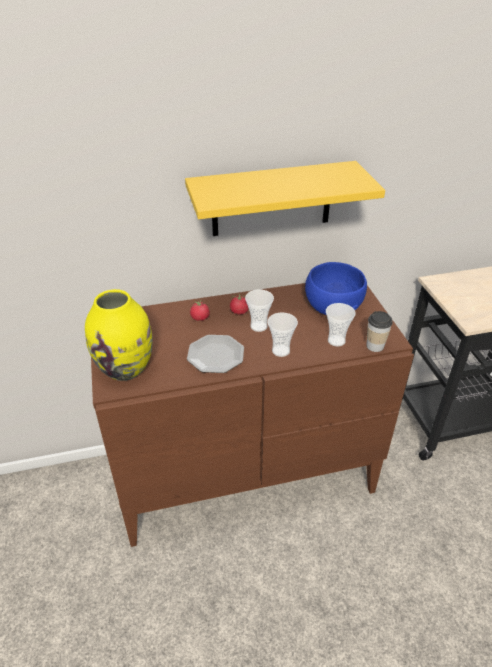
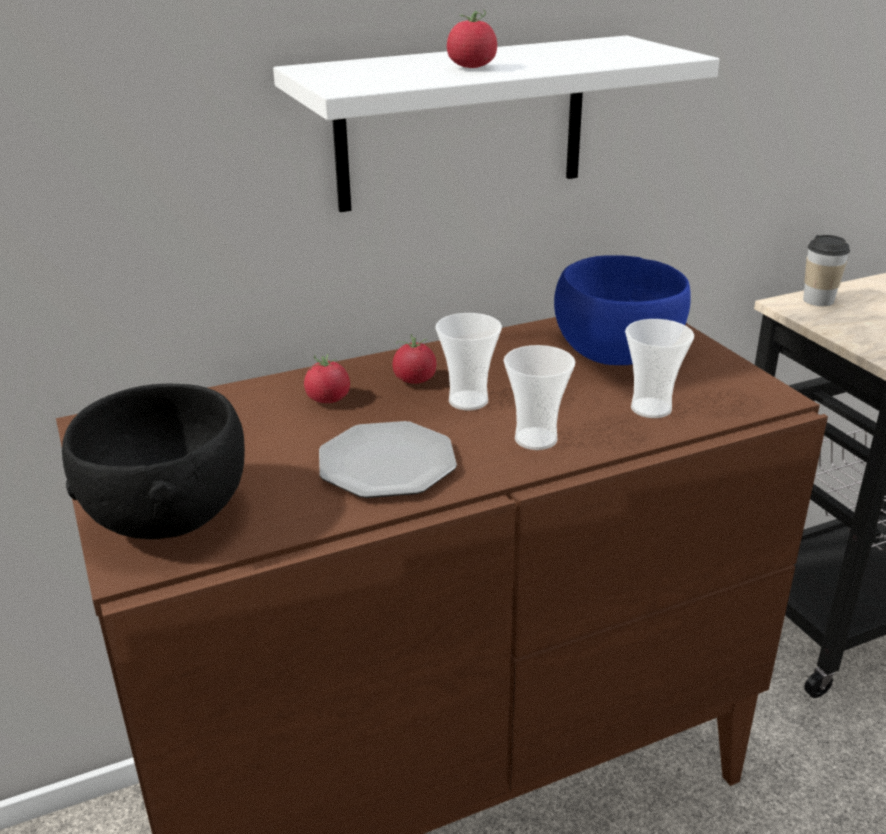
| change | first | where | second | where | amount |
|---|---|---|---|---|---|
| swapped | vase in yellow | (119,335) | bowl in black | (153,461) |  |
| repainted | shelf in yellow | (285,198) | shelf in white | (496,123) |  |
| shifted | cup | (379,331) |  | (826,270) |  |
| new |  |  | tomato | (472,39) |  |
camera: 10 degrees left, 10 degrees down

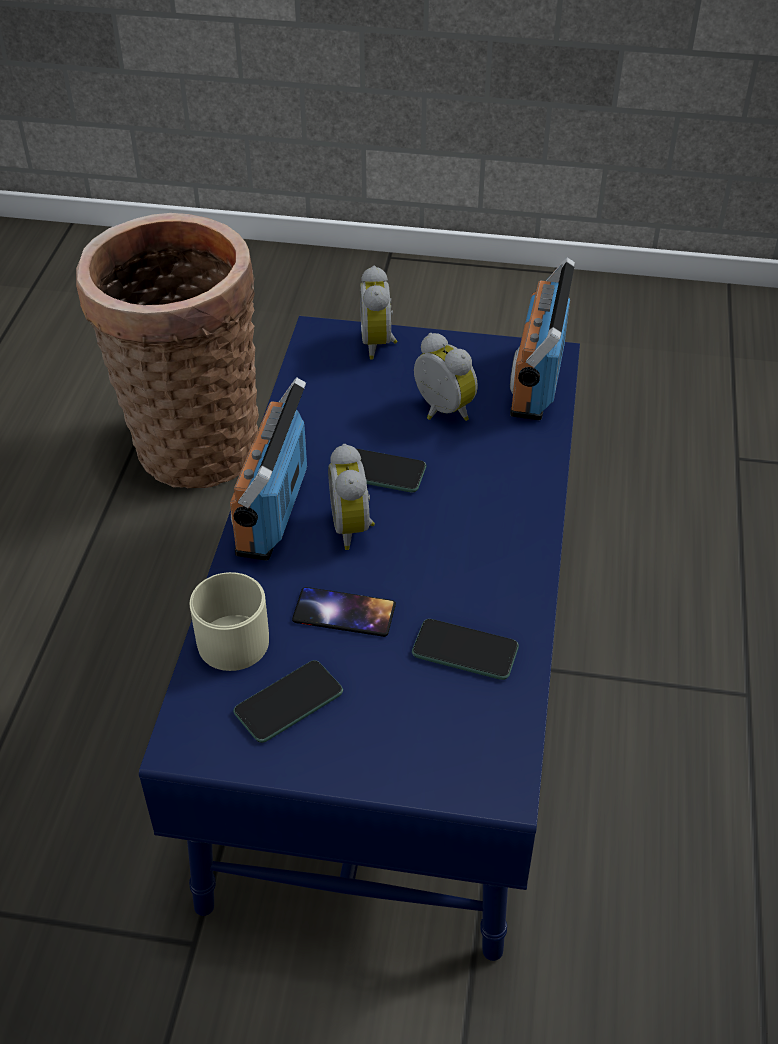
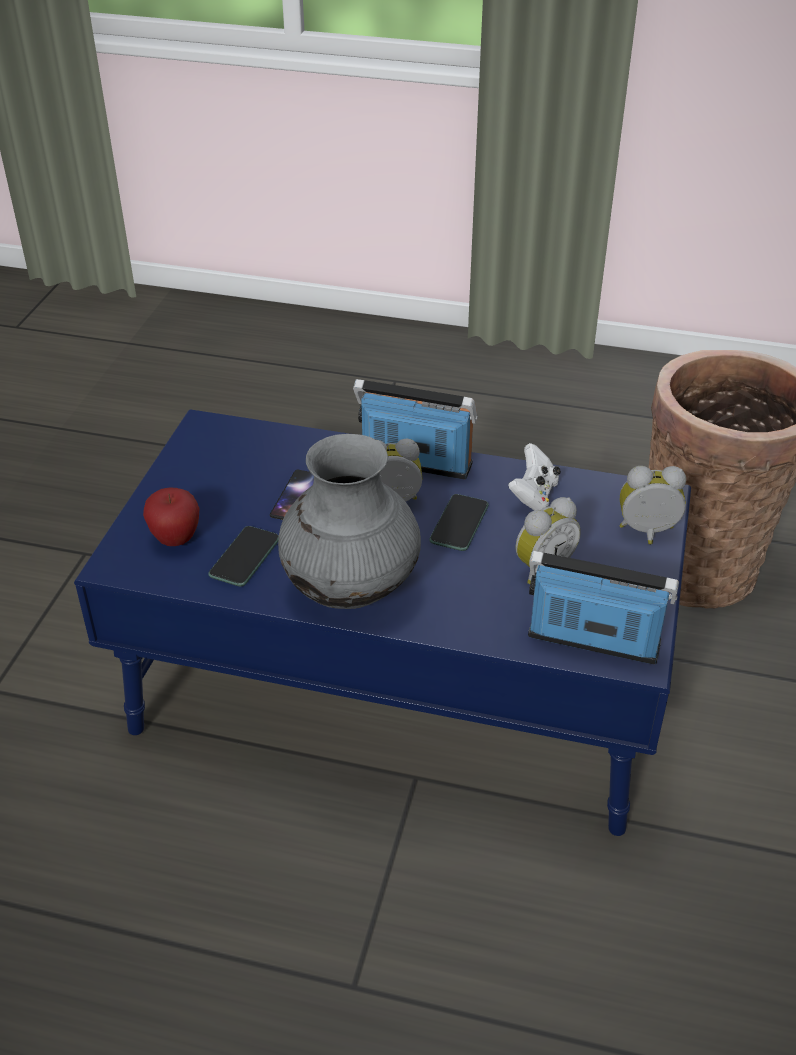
| change | first | where | second | where | amount |
|---|---|---|---|---|---|
| gone | mug in beige | (229,621) |  |  |  |
| gone | phone | (288,701) |  |  |  |
| new |  |  | apple | (171,517) |  |
| new |  |  | vase in grey | (349,521) |  |
| new |  |  | game controller in white | (534,476) |  |
camera: 95 degrees right, 5 degrees down

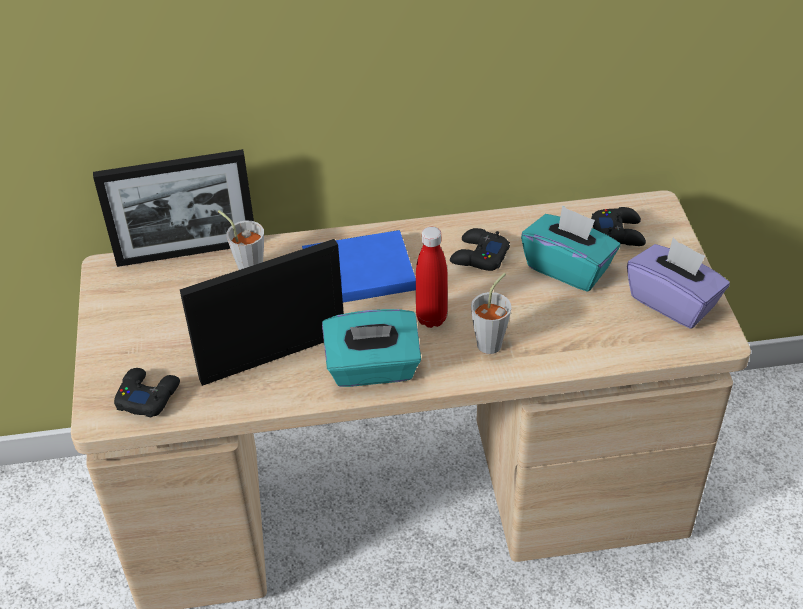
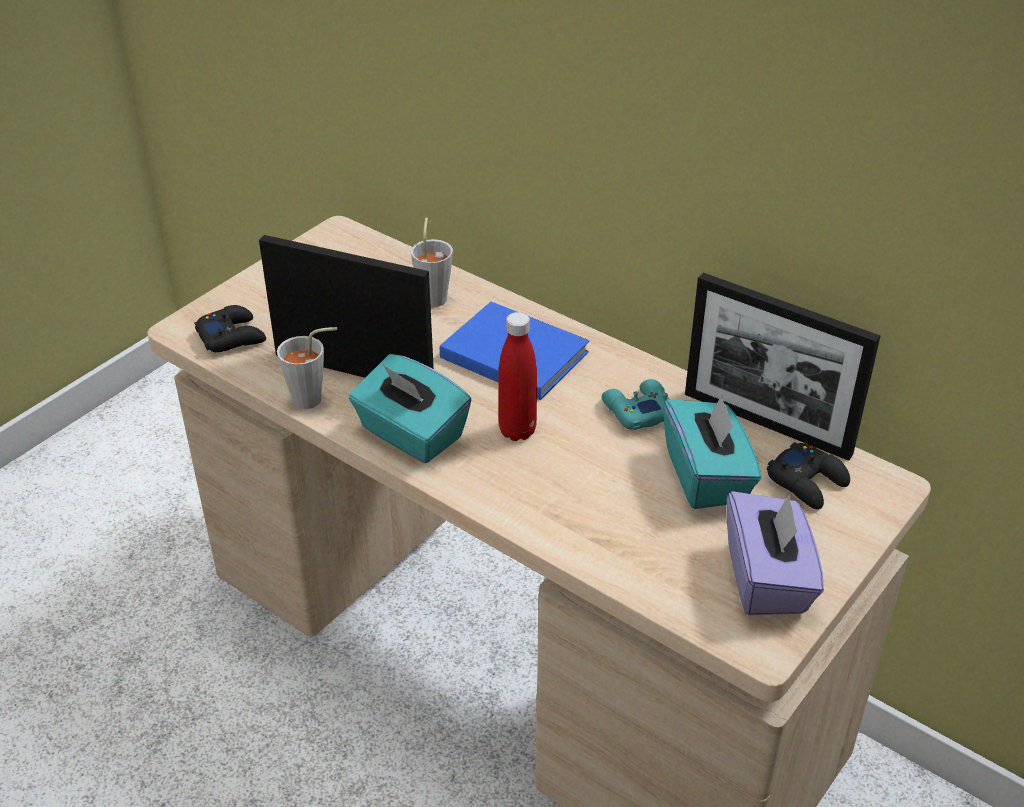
| change | first | where | second | where | amount |
|---|---|---|---|---|---|
| shifted | picture frame | (173,208) |  | (782,367) |  |
| repainted | game controller in black | (480,249) | game controller in turquoise | (635,404) |  |
| shifted | cup in grey | (491,313) |  | (307,368) |  |
camera: 45 degrees right, 5 degrees down

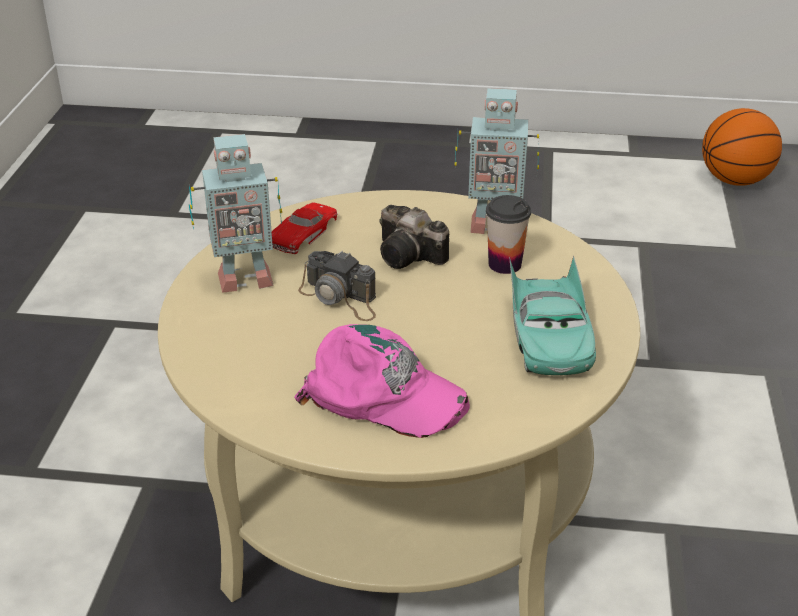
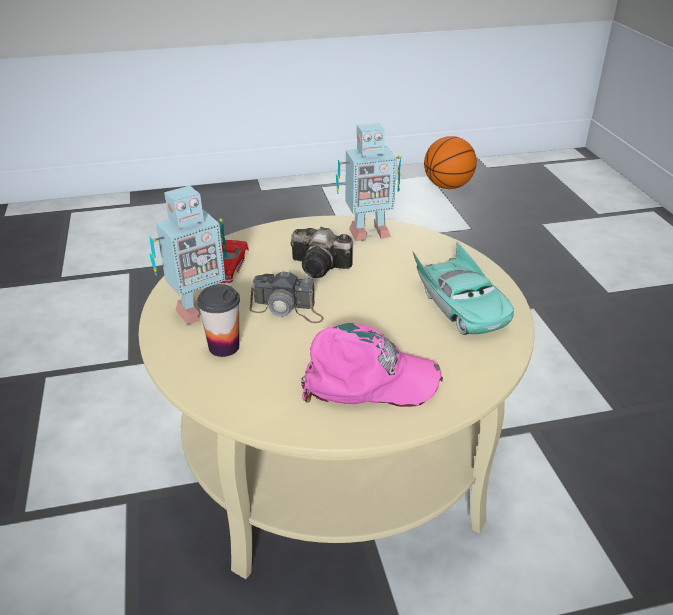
| change | first | where | second | where | amount |
|---|---|---|---|---|---|
| shifted | cup | (508,234) |  | (218,320) |  |
camera: 20 degrees left, 0 degrees up

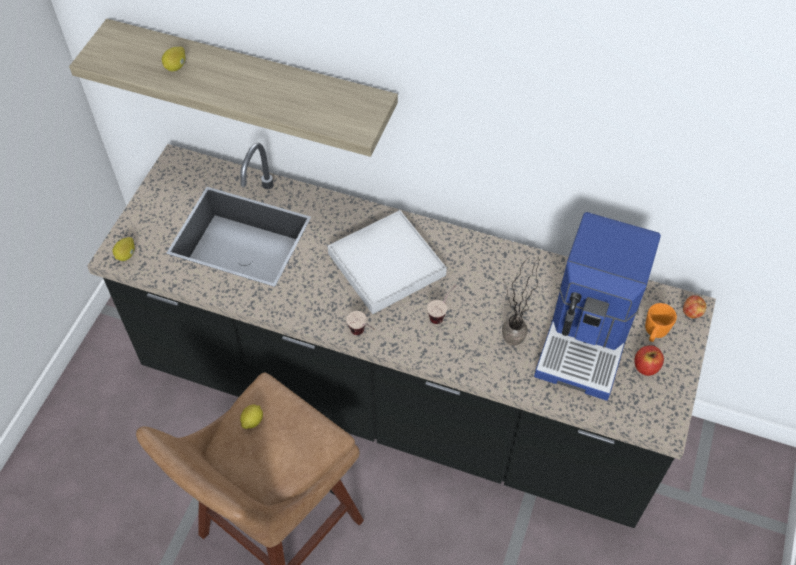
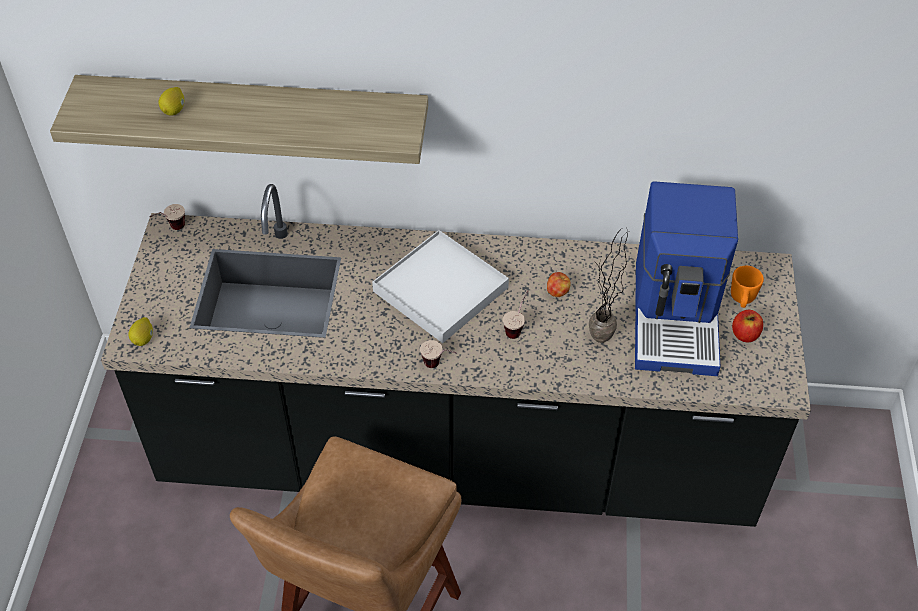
| change | first | where | second | where | amount |
|---|---|---|---|---|---|
| gone | lemon | (251,416) |  |  |  |
| shifted | apple | (694,306) |  | (559,284) |  |
| new |  |  | cup | (167,217) |  |
camera: 15 degrees left, 5 degrees down

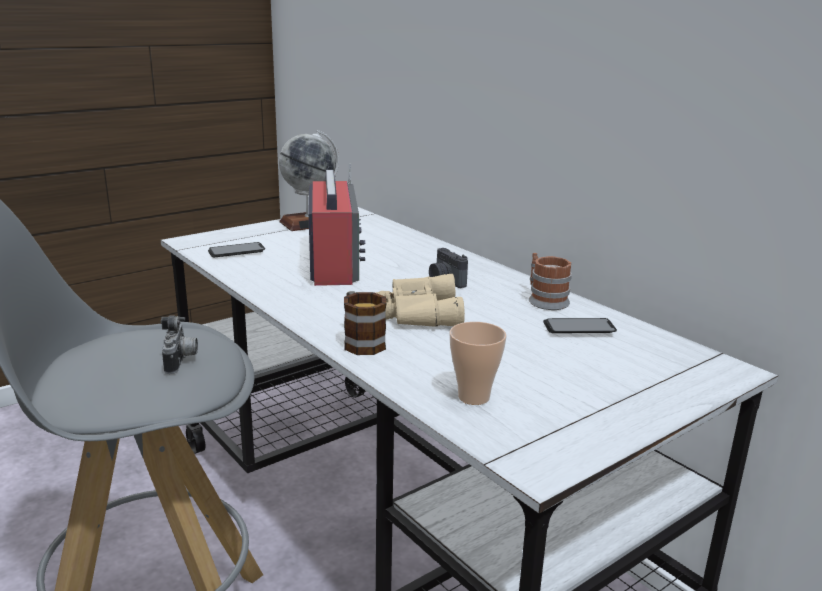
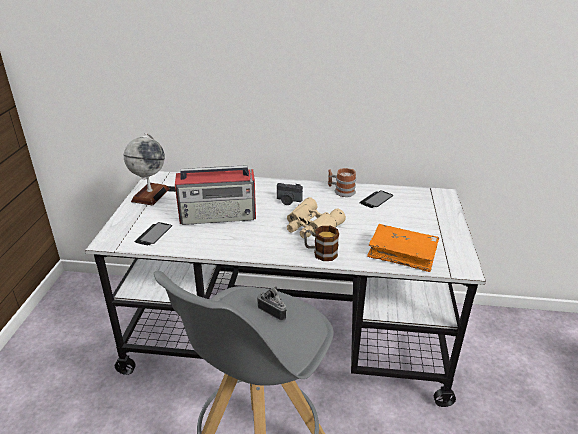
| change | first | where | second | where | amount |
|---|---|---|---|---|---|
| rotated | radio | (336,225) |  | (215,195) | 135 degrees clockwise |
| swapped | cup | (478,363) | book in orange | (403,248) |  |
camera: 45 degrees left, 10 degrees up

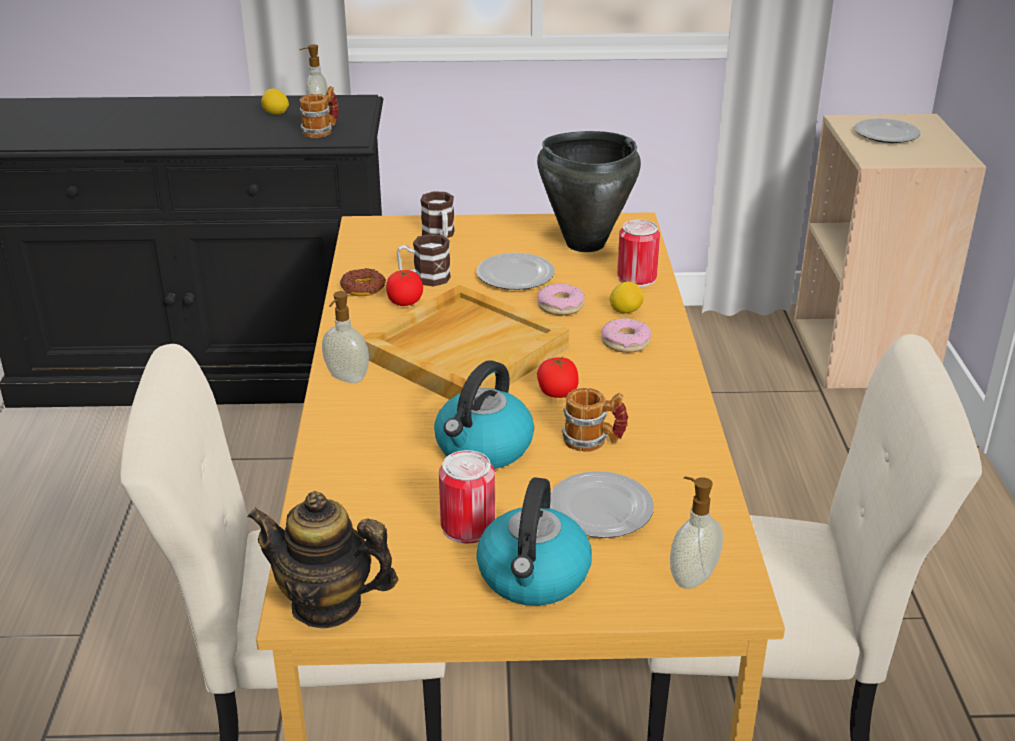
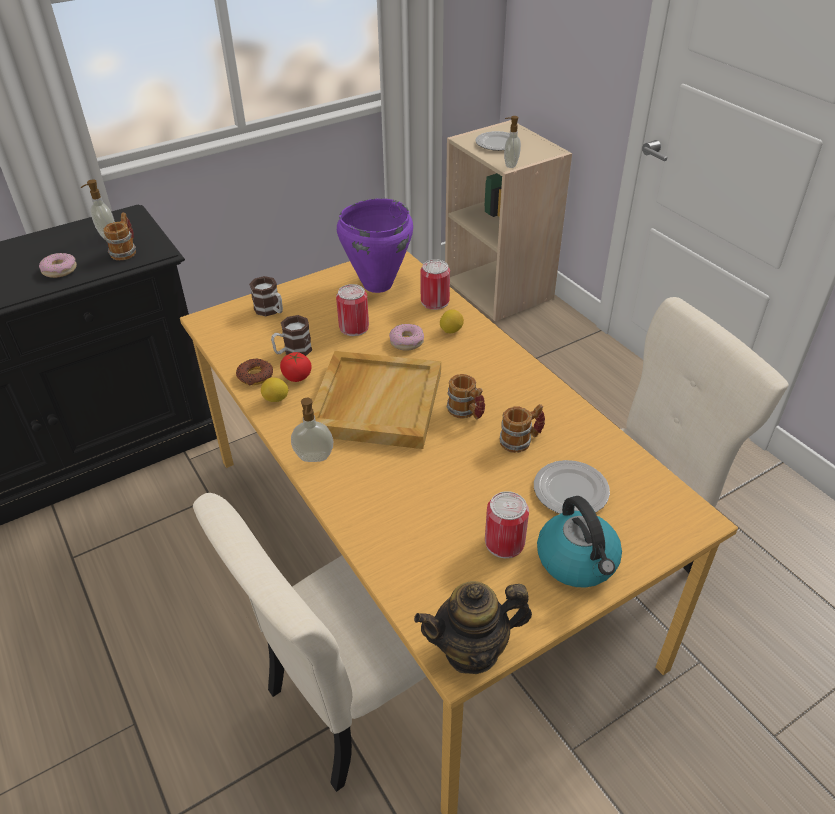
| change | first | where | second | where | amount |
|---|---|---|---|---|---|
| shifted | lemon | (275,102) |  | (275,389) |  |
| gone | kettle | (484,414) |  |  |  |
| swapped | plate | (515,271) | can | (352,310) |  |
| repainted | cooking pot in black | (589,191) | cooking pot in purple | (375,245) |  |
| swapped | tomato | (558,377) | mug | (466,396) |  |
| shifted | donut | (626,335) |  | (58,265) |  |
| shifted | soap dispenser | (696,532) |  | (512,142) |  |
camera: 30 degrees left, 10 degrees up

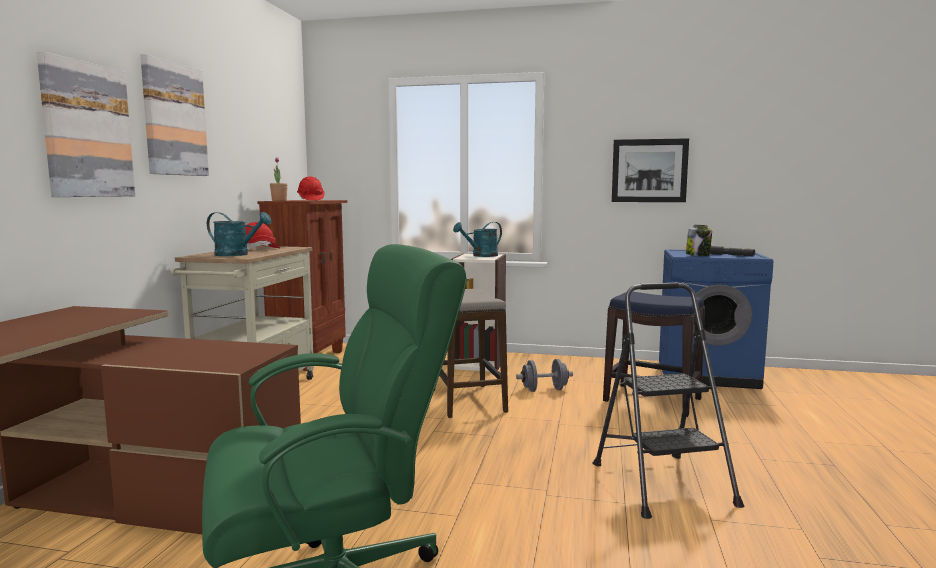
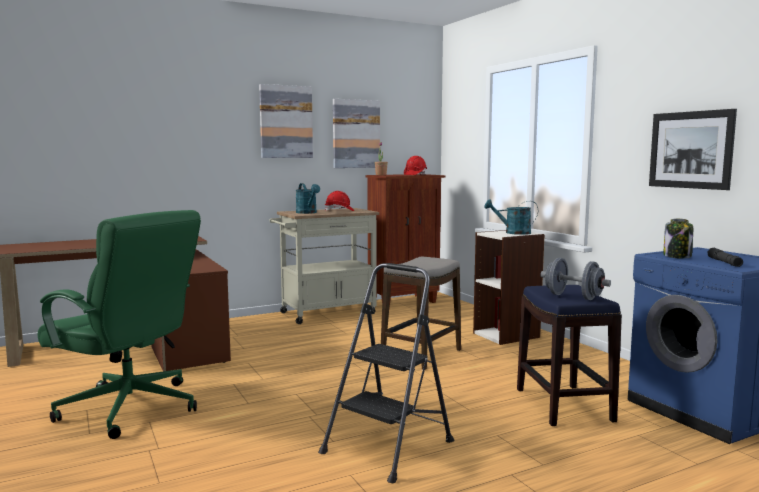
| change | first | where | second | where | amount |
|---|---|---|---|---|---|
| shifted | picture | (86,124) |  | (356,133) |  |
| shifted | dumbbell in grey | (544,375) |  | (575,279) |  |
camera: 50 degrees right, 0 degrees up

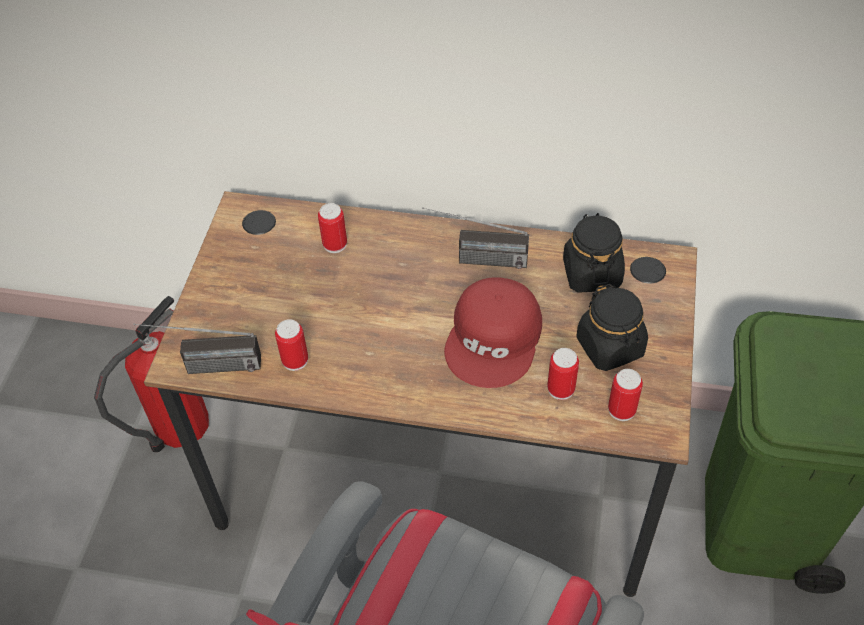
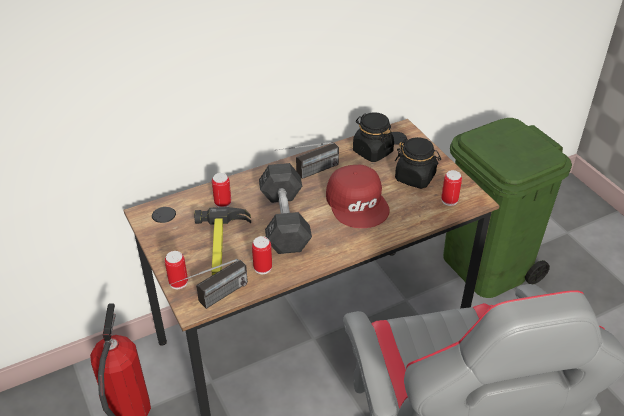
| change | first | where | second | where | amount |
|---|---|---|---|---|---|
| shifted | can | (563,374) |  | (176,270) |  |
| new |  |  | hammer | (222,241) |  |
| new |  |  | dumbbell in grey | (285,208) |  |
camera: 40 degrees left, 10 degrees down

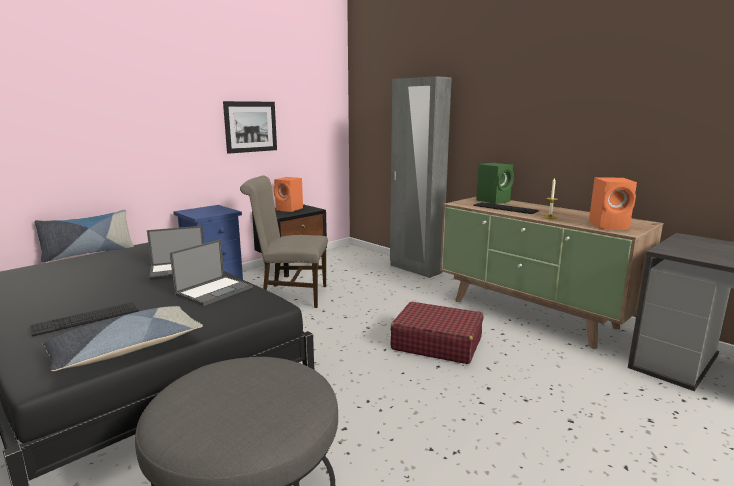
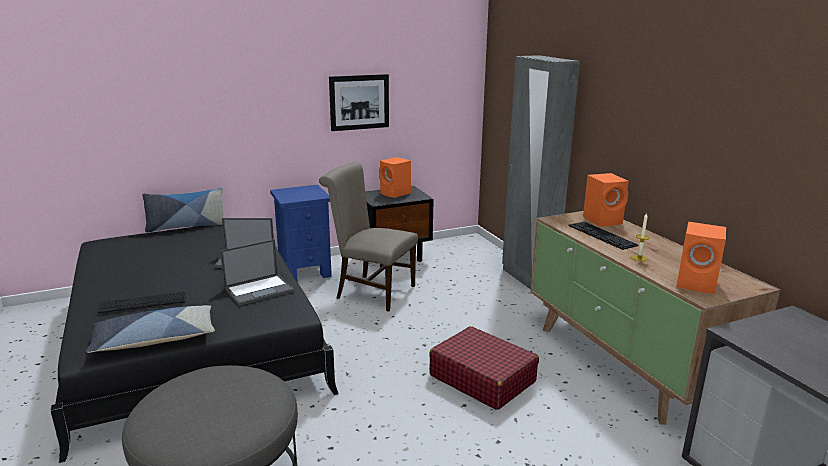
| change | first | where | second | where | amount |
|---|---|---|---|---|---|
| repainted | speaker in green | (495,183) | speaker in orange | (606,199) |  |
camera: 20 degrees right, 5 degrees up

